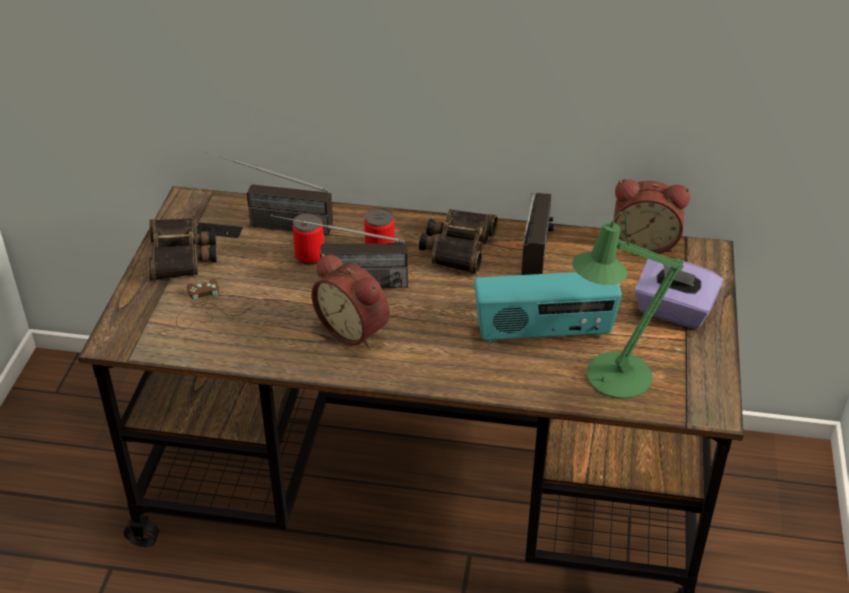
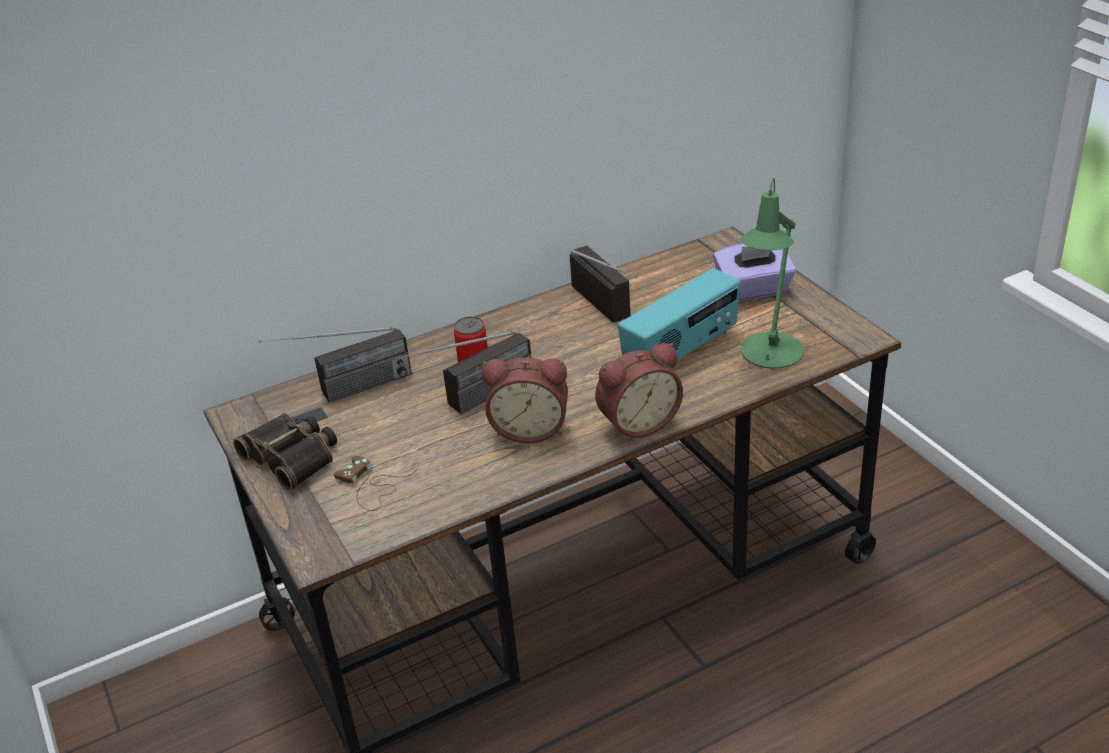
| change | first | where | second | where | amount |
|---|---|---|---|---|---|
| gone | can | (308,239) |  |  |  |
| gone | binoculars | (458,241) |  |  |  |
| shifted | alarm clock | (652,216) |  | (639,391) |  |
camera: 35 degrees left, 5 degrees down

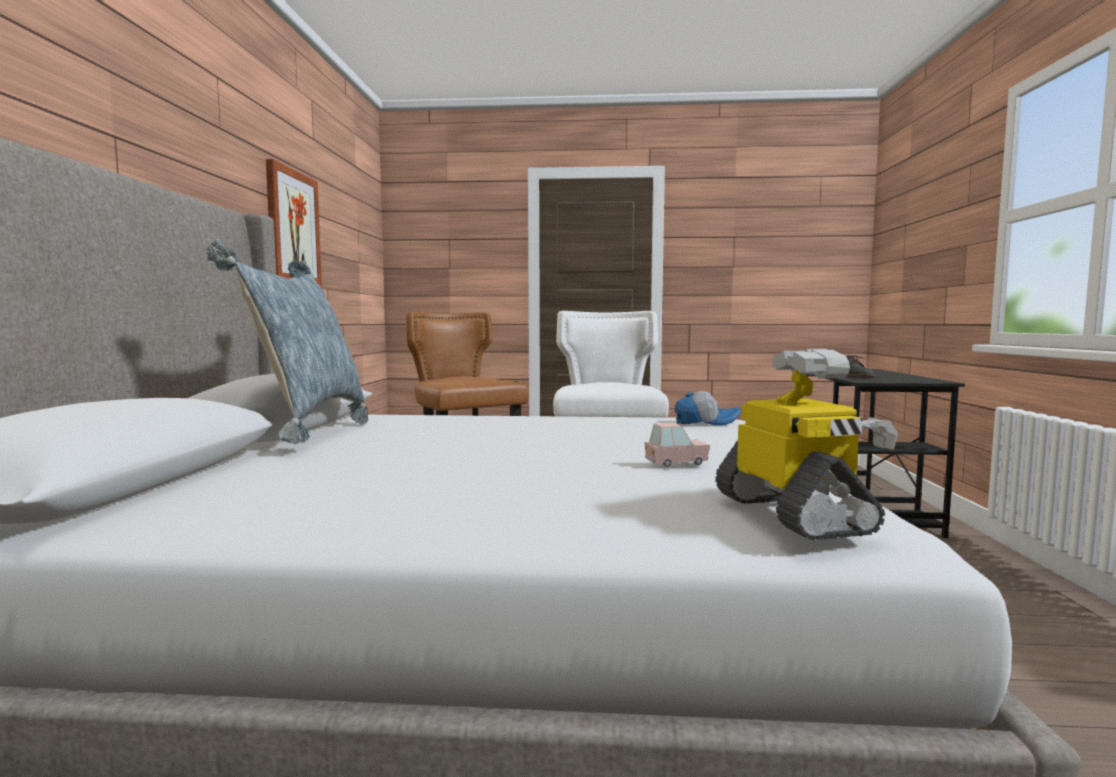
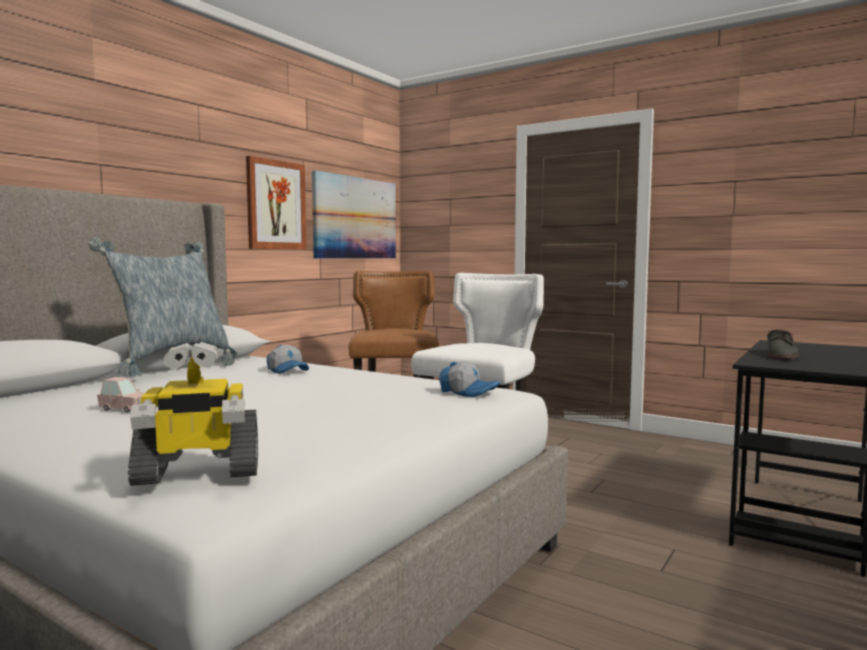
| change | first | where | second | where | amount |
|---|---|---|---|---|---|
| shifted | toy car in pink | (677,445) |  | (120,395) |  |
| rotated | toy robot | (807,444) |  | (193,414) | 60 degrees clockwise |
| new |  |  | cap | (288,359) |  |
| new |  |  | picture | (354,214) |  |
camera: 30 degrees right, 0 degrees up

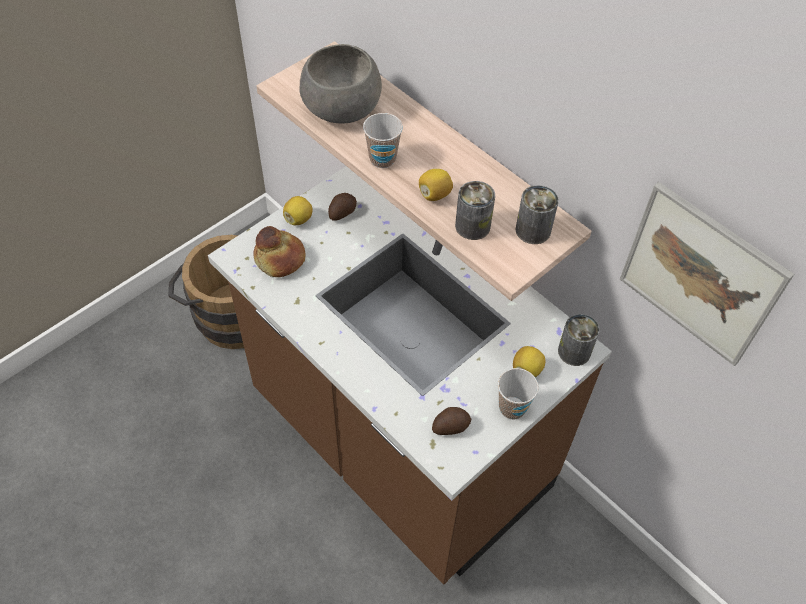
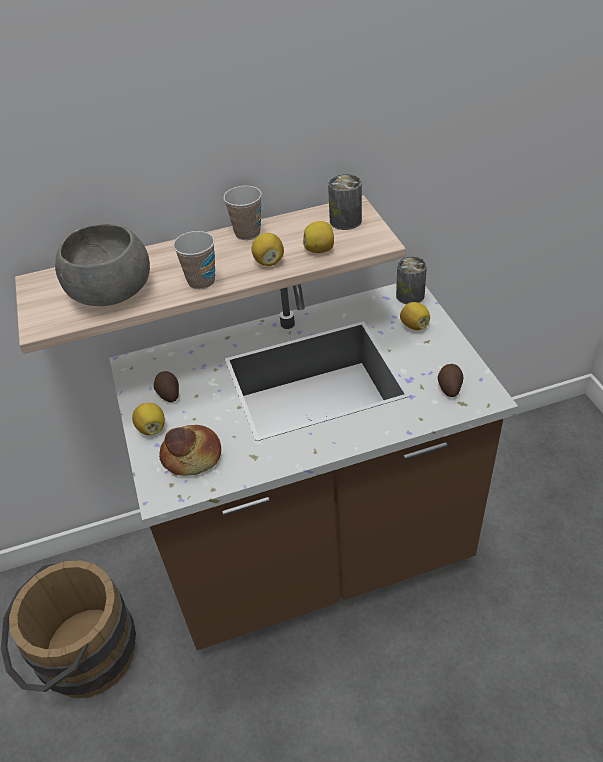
| change | first | where | second | where | amount |
|---|---|---|---|---|---|
| swapped | can | (475,210) | lemon | (318,237) |  |
| shifted | cup | (518,394) |  | (242,213) |  |
| gone | picture | (707,274) |  |  |  |
camera: 60 degrees left, 10 degrees down

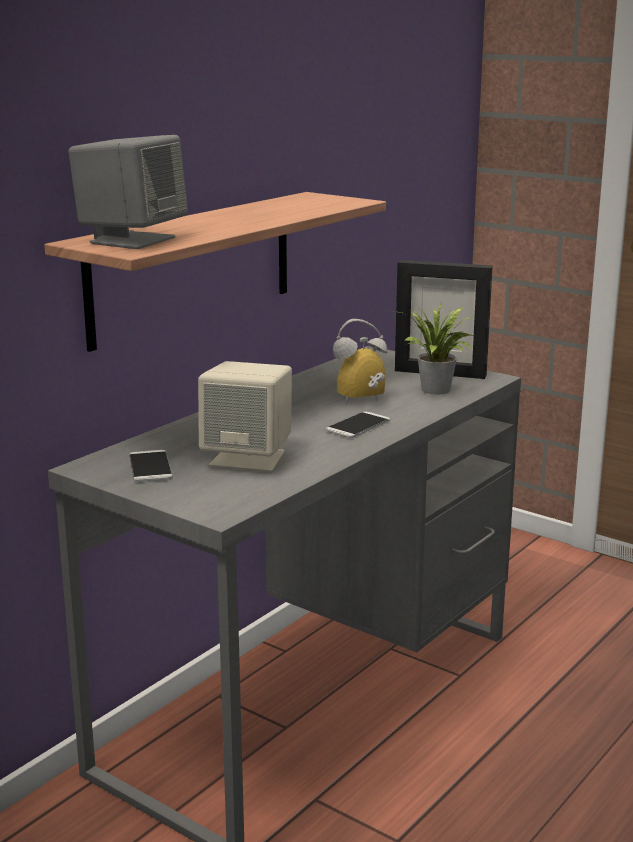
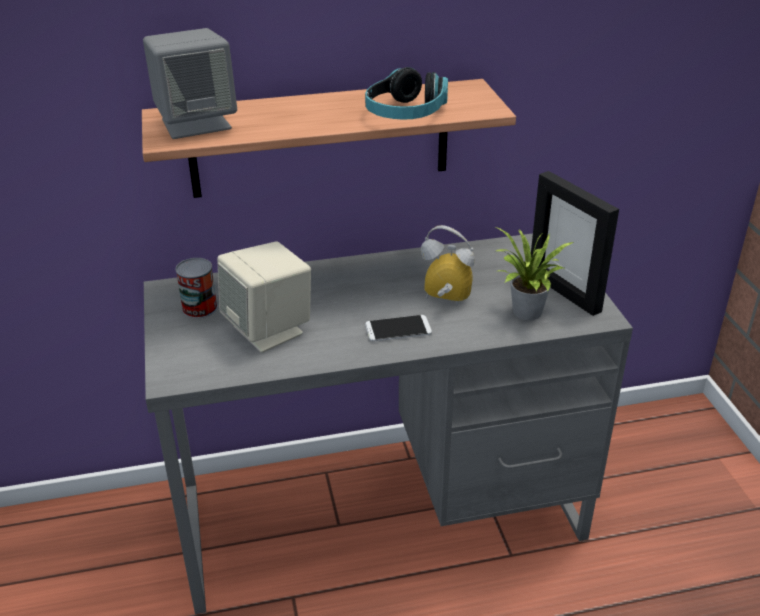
| change | first | where | second | where | amount |
|---|---|---|---|---|---|
| swapped | phone | (150,466) | can | (197,288) |  |
| new |  |  | headphones | (406,93) |  |
camera: 40 degrees right, 15 degrees up

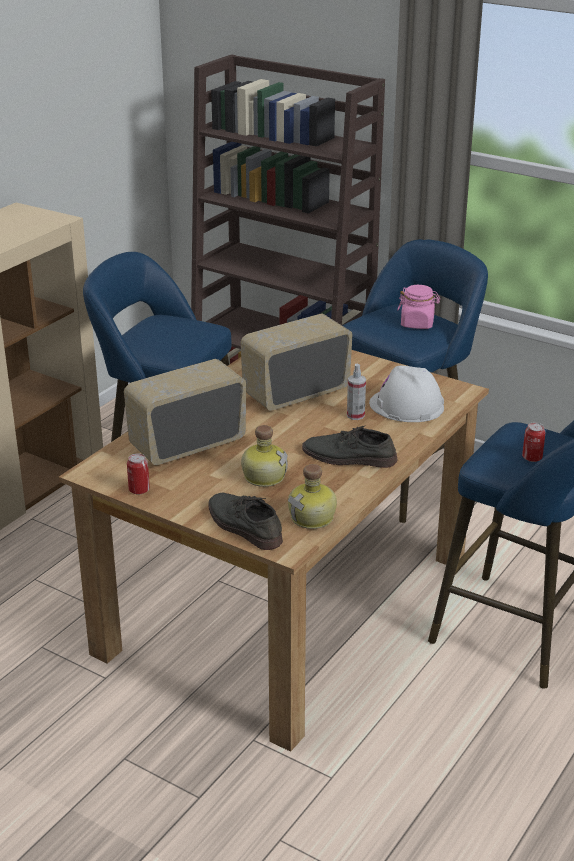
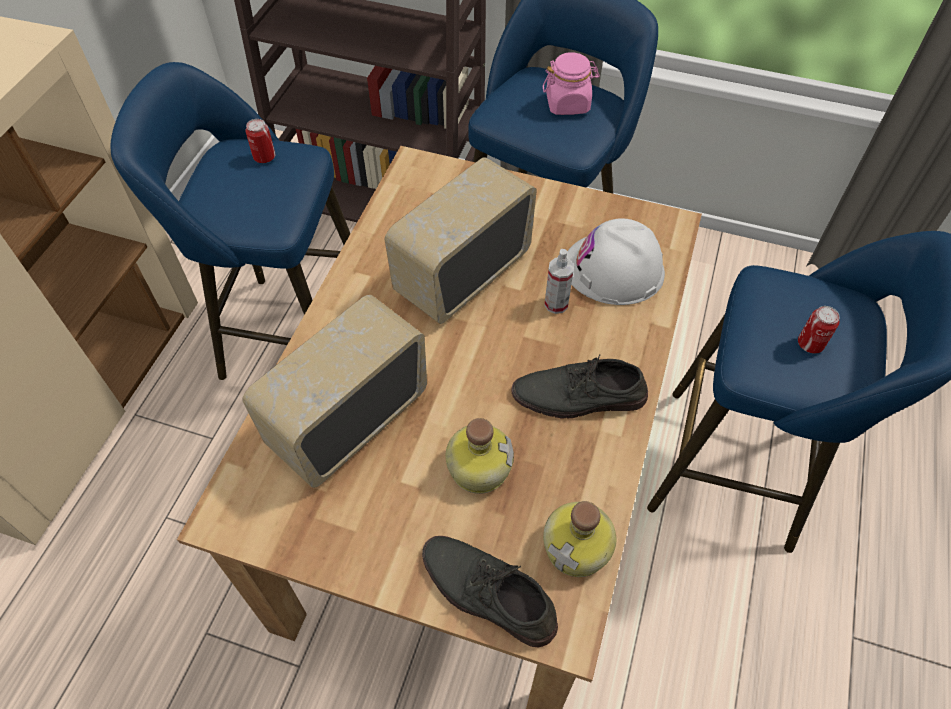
| change | first | where | second | where | amount |
|---|---|---|---|---|---|
| shifted | can | (138,473) |  | (261,141) |  |
camera: 15 degrees left, 25 degrees up

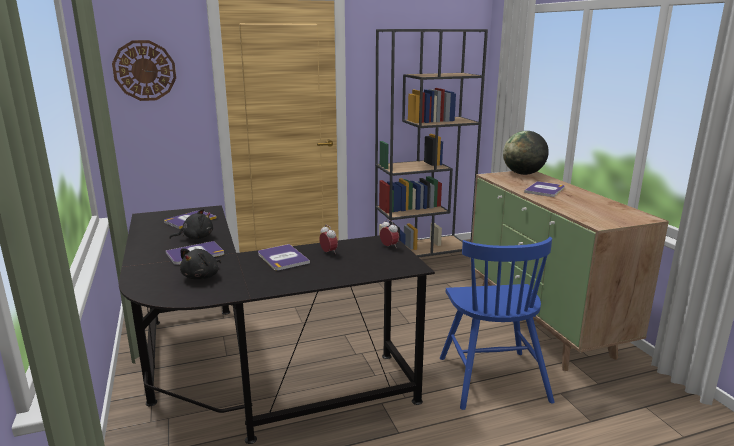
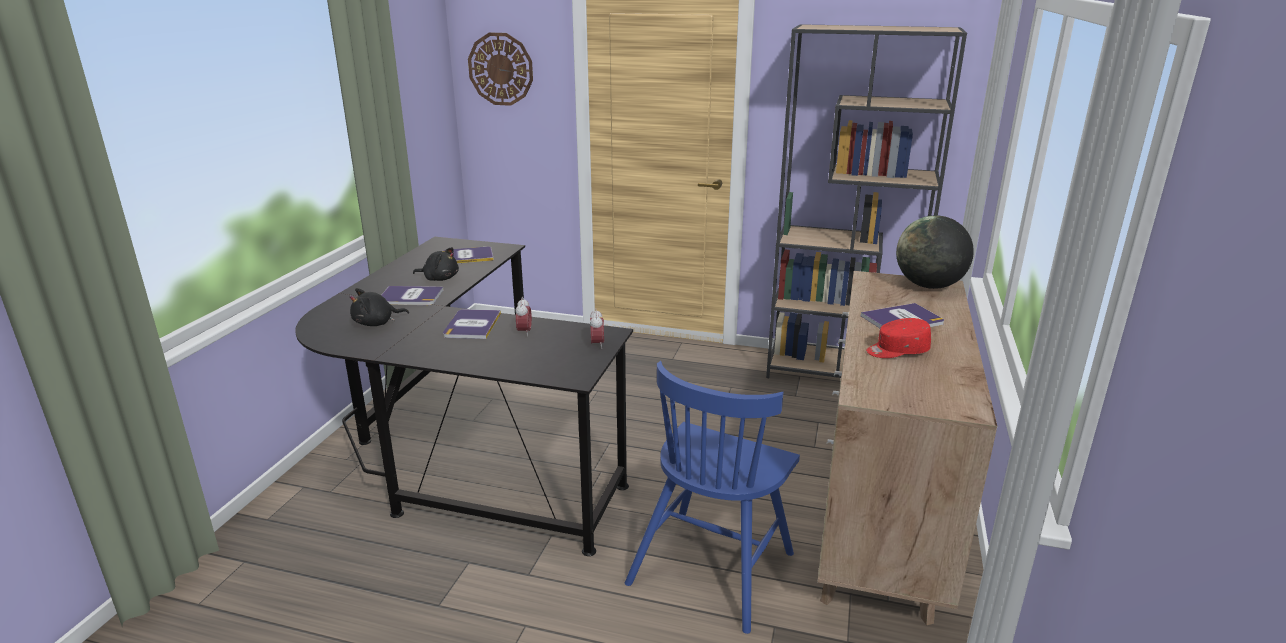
| change | first | where | second | where | amount |
|---|---|---|---|---|---|
| new |  |  | cap in red | (898,338) |  |
camera: 35 degrees right, 5 degrees up

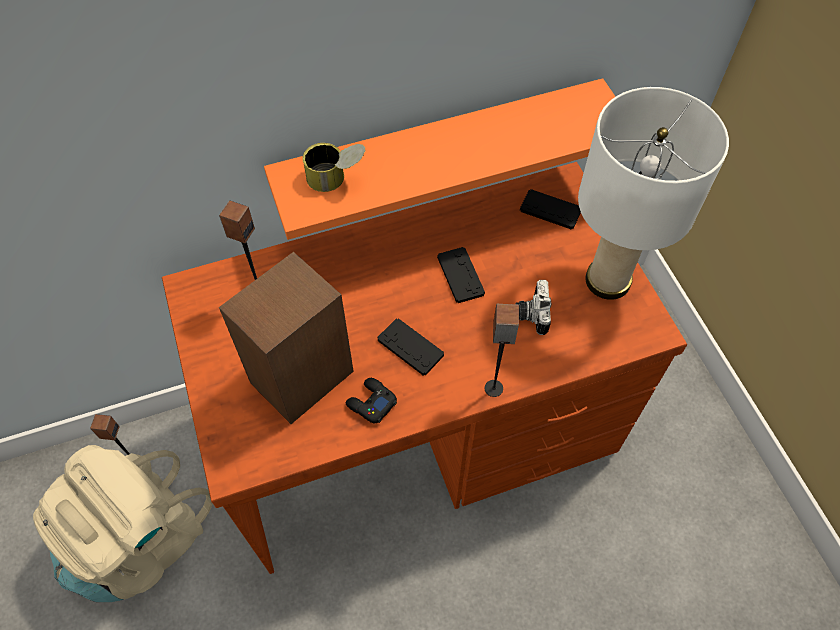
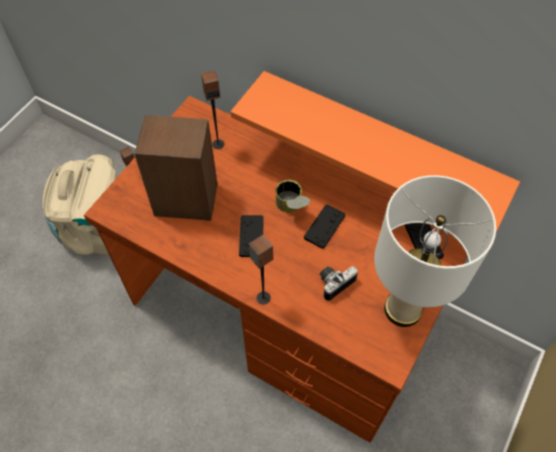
| change | first | where | second | where | amount |
|---|---|---|---|---|---|
| shifted | can | (334,167) |  | (292,196) |  |
| gone | game controller in black | (371,400) |  |  |  |
camera: 50 degrees right, 0 degrees up

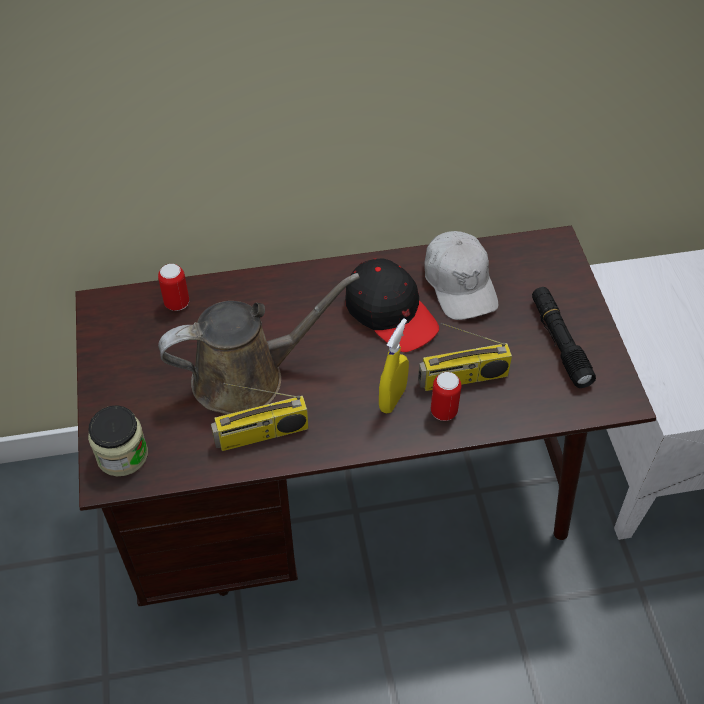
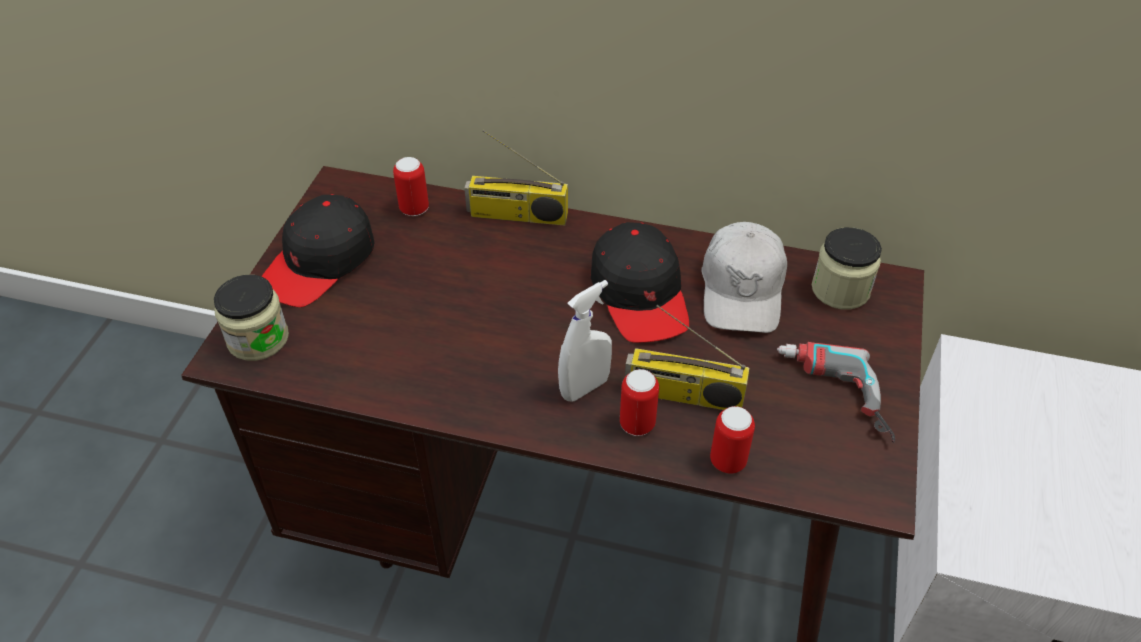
| change | first | where | second | where | amount |
|---|---|---|---|---|---|
| gone | watering can in brown | (259,343) |  |  |  |
| shifted | radio | (260,417) |  | (516,177) |  |
| repainted | spray bottle in yellow | (394,366) | spray bottle in white | (585,341) |  |
| swapped | flashlight in black | (564,337) | power drill | (836,392) |  |
| new |  |  | cap in black | (318,250) |  |
| new |  |  | can | (732,440) |  |
| new |  |  | jar | (846,268) |  |
camera: 25 degrees right, 5 degrees down

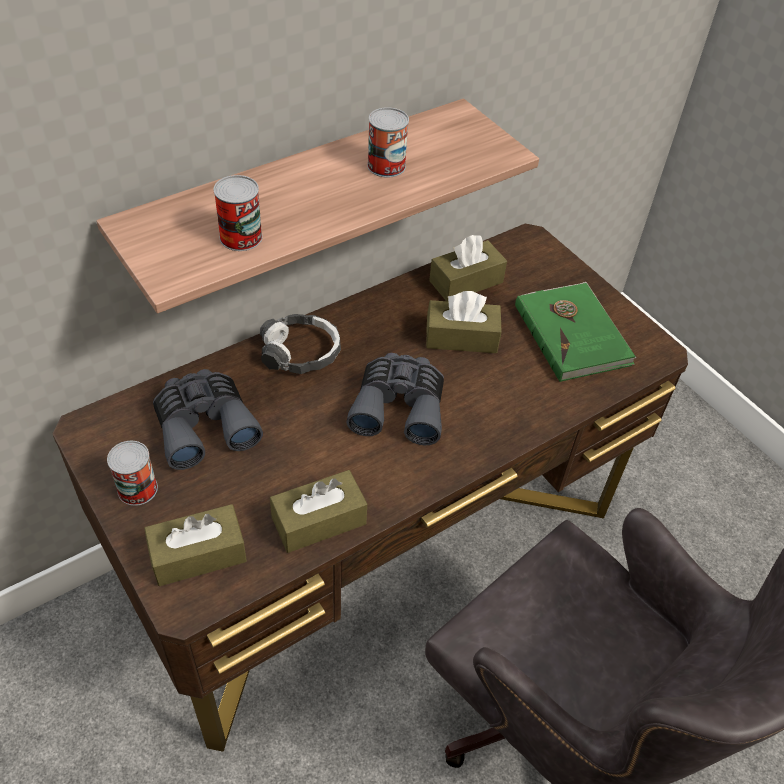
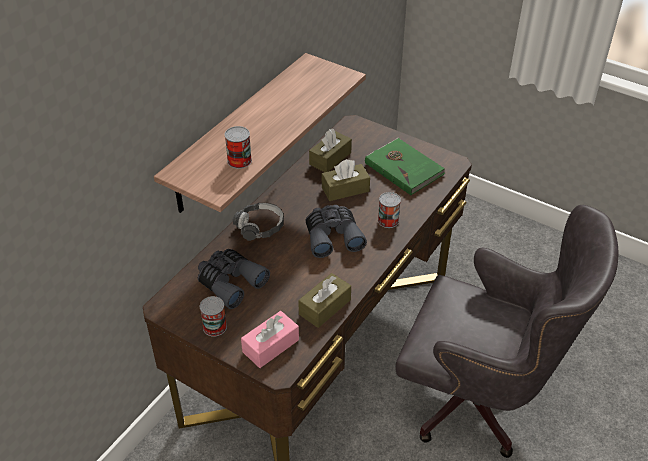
| change | first | where | second | where | amount |
|---|---|---|---|---|---|
| repainted | tissue box in brown | (195,545) | tissue box in pink | (270,339) |  |
| shifted | can | (388,142) |  | (389,210) |  |
camera: 20 degrees left, 5 degrees down

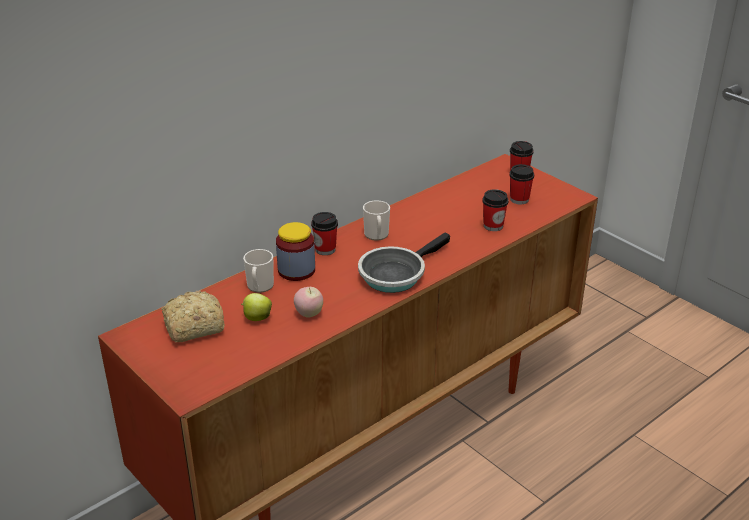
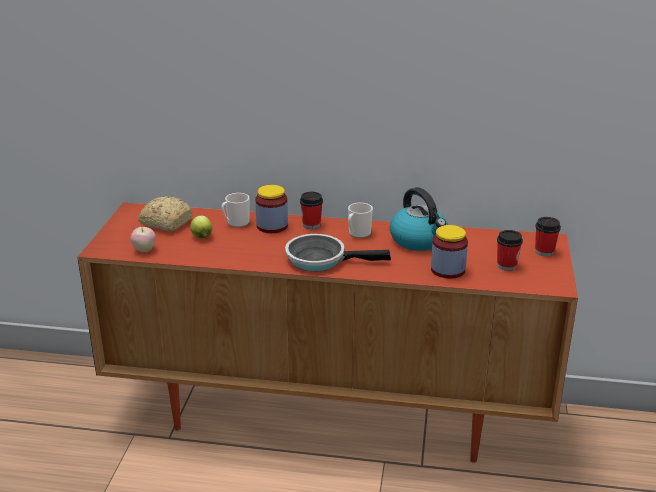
| change | first | where | second | where | amount |
|---|---|---|---|---|---|
| shifted | apple | (308,302) |  | (143,239) |  |
| swapped | cup | (495,210) | jar | (449,252) |  |
| new |  |  | kettle | (419,219) |  |
camera: 50 degrees right, 5 degrees down

